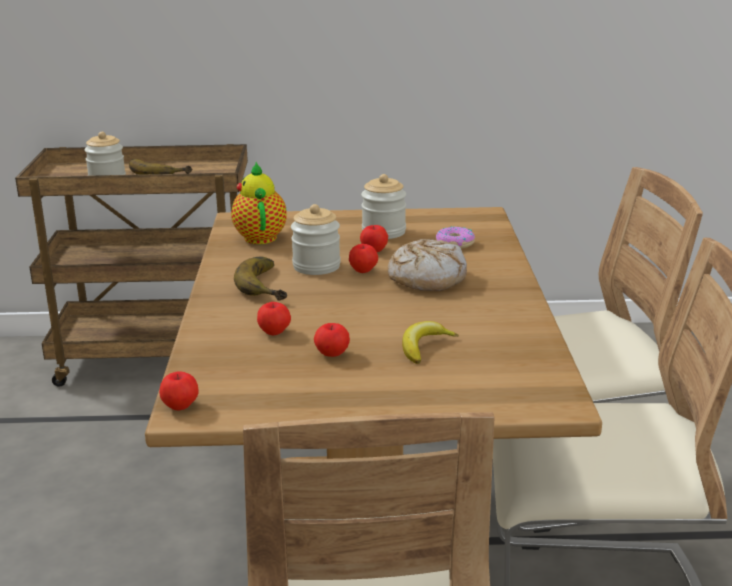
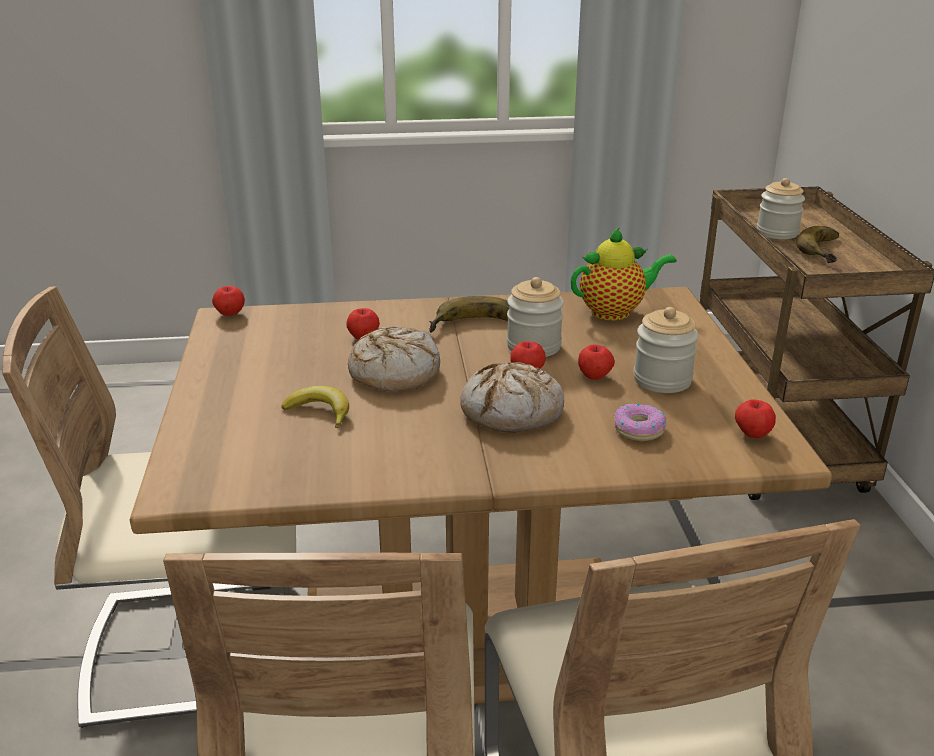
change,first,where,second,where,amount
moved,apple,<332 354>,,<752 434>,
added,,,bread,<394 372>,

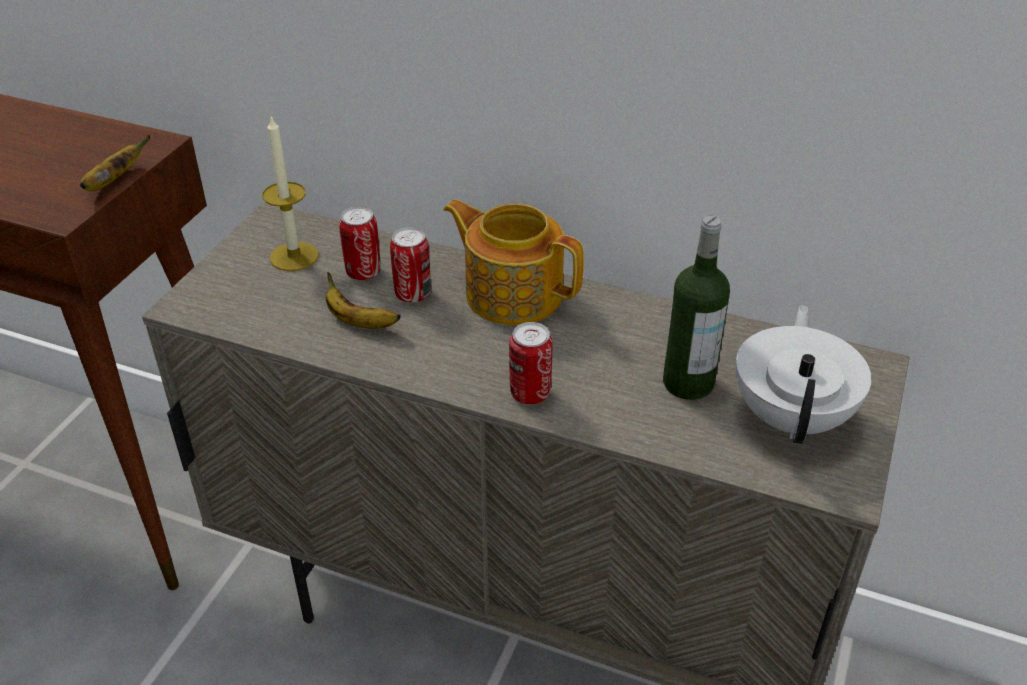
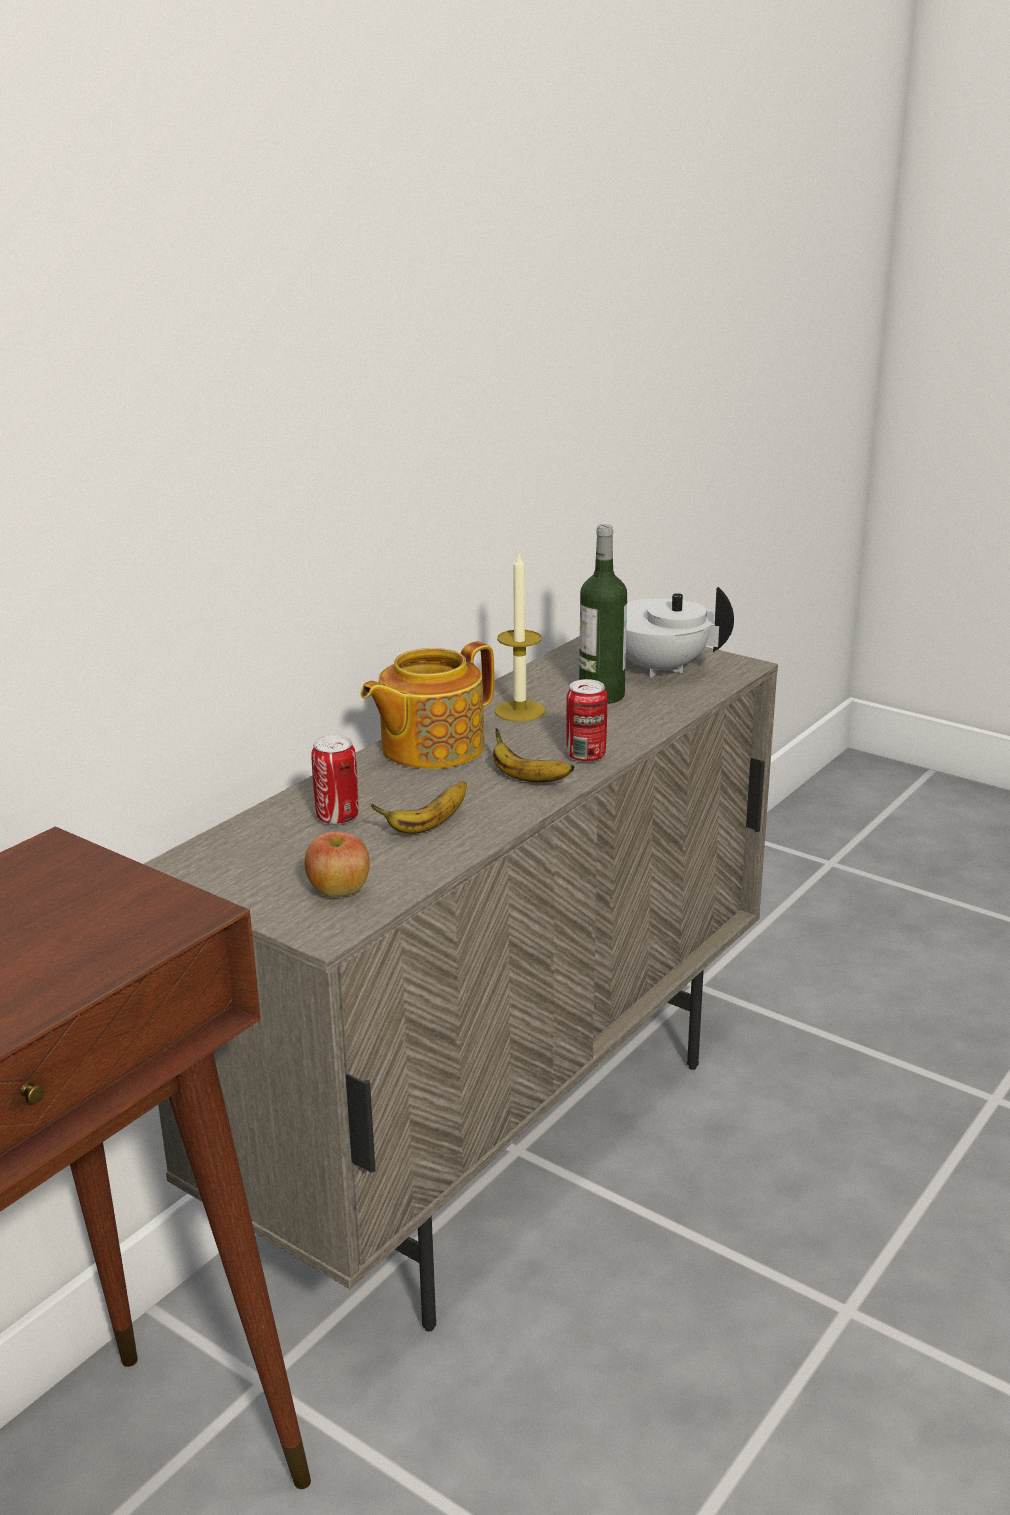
change,first,where,second,where,amount
moved,candle,<294 256>,,<520 711>,
moved,banana,<114 181>,,<527 778>,
removed,can,<413 294>,,,
added,,,apple,<339 892>,

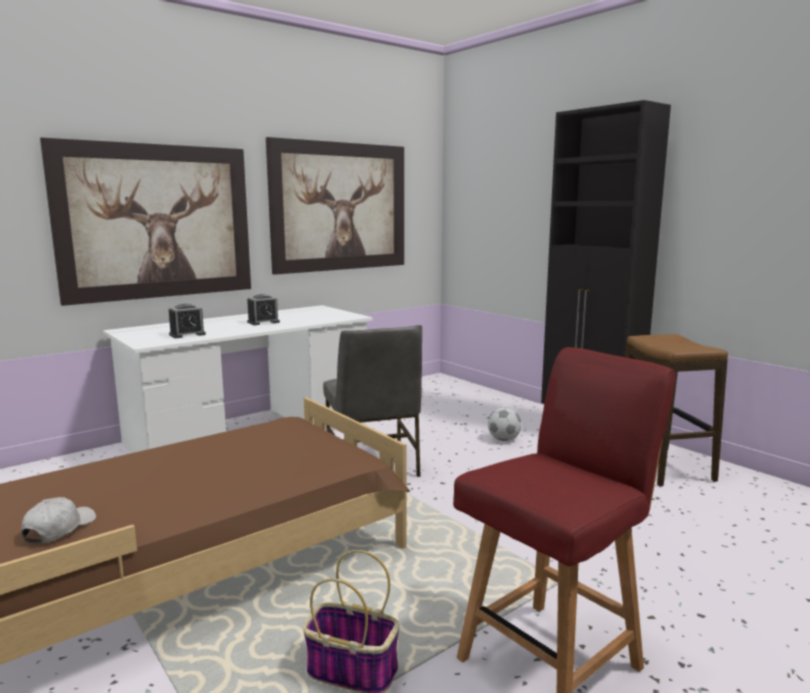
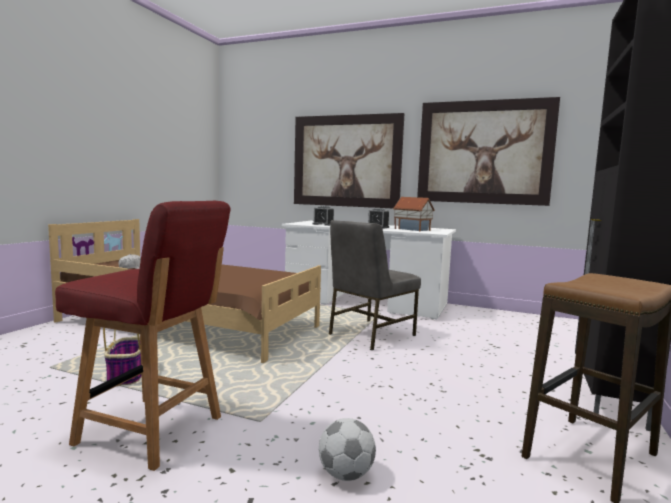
change,first,where,second,where,amount
moved,football,<503 439>,,<345 474>,
added,,,toy house,<412 229>,

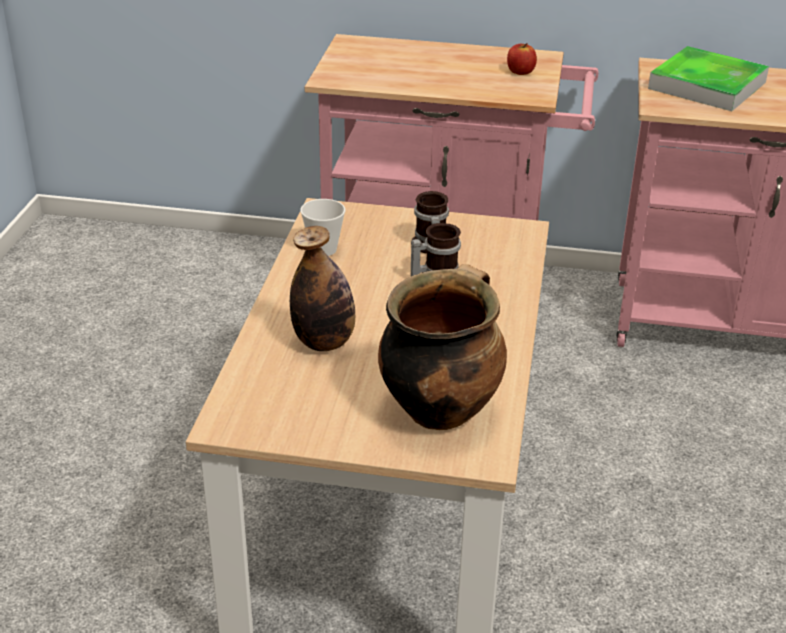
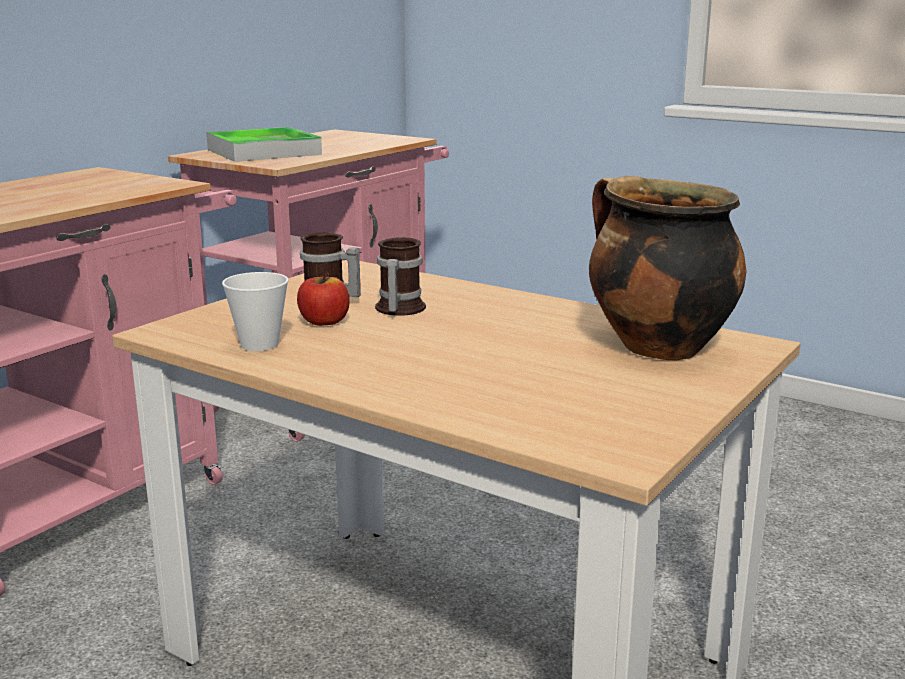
change,first,where,second,where,amount
moved,apple,<520 72>,,<324 322>,
removed,bottle,<324 342>,,,

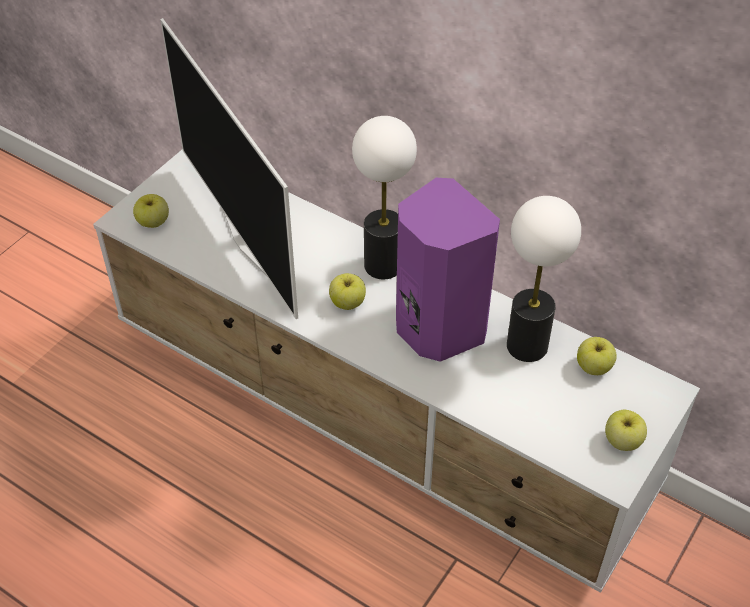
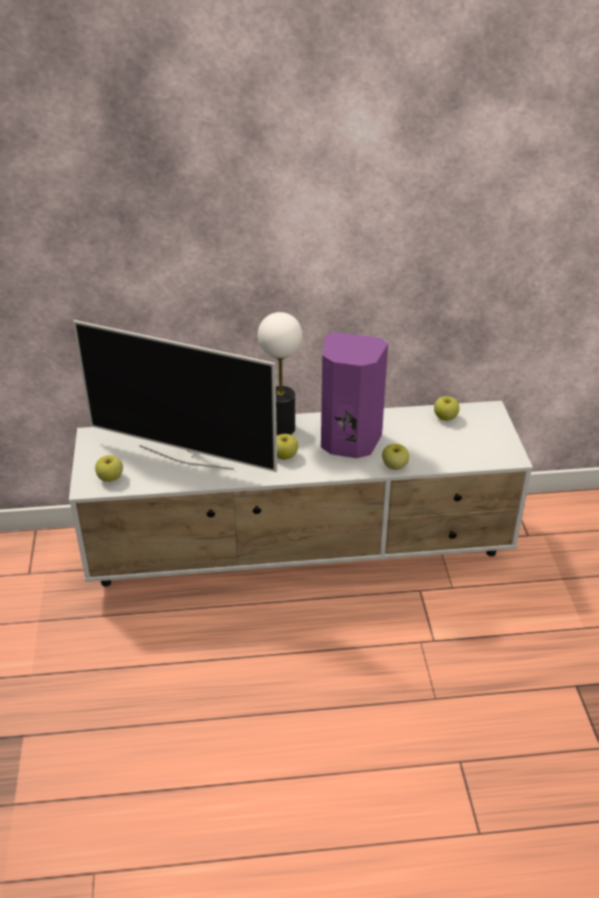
change,first,where,second,where,amount
removed,table lamp,<527 346>,,,
moved,apple,<622 441>,,<394 466>,

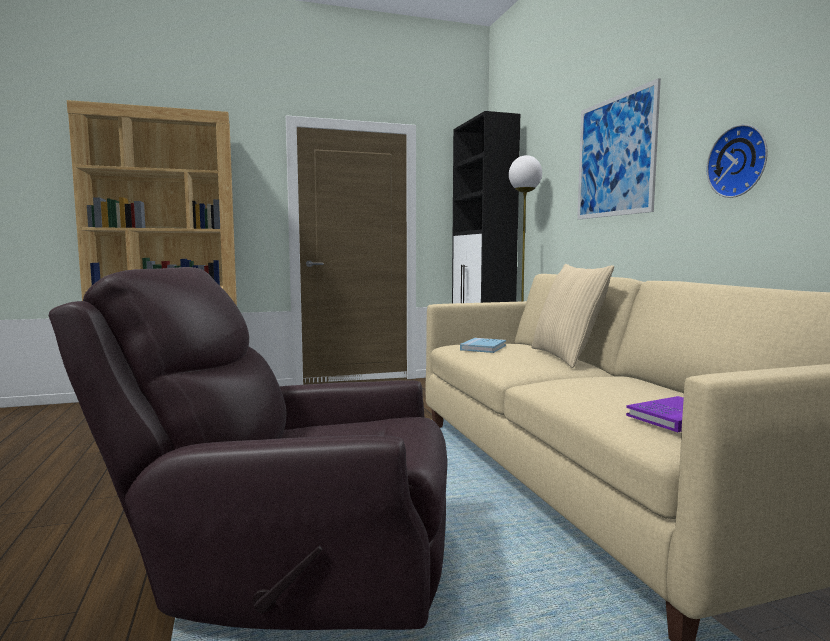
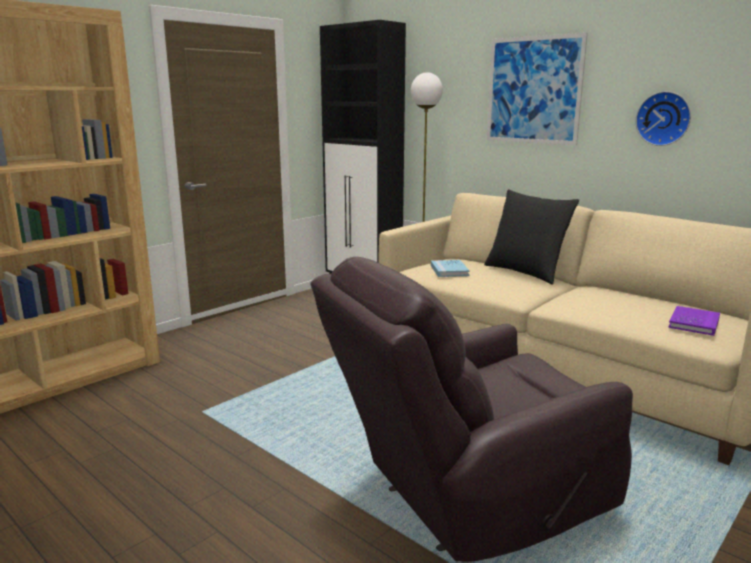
change,first,where,second,where,amount
recoloured,pillow/beige,<567 357>,pillow/black,<526 272>,

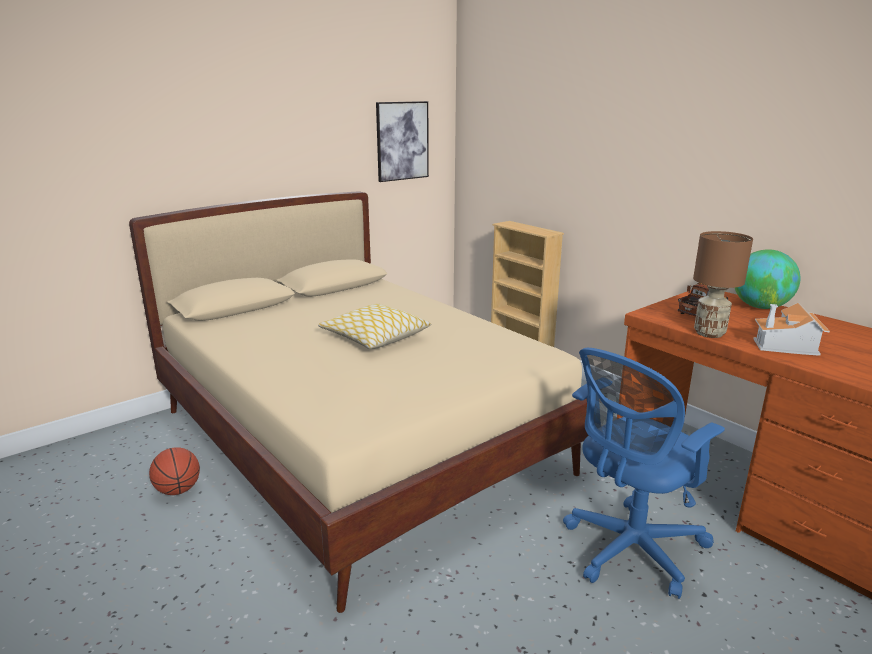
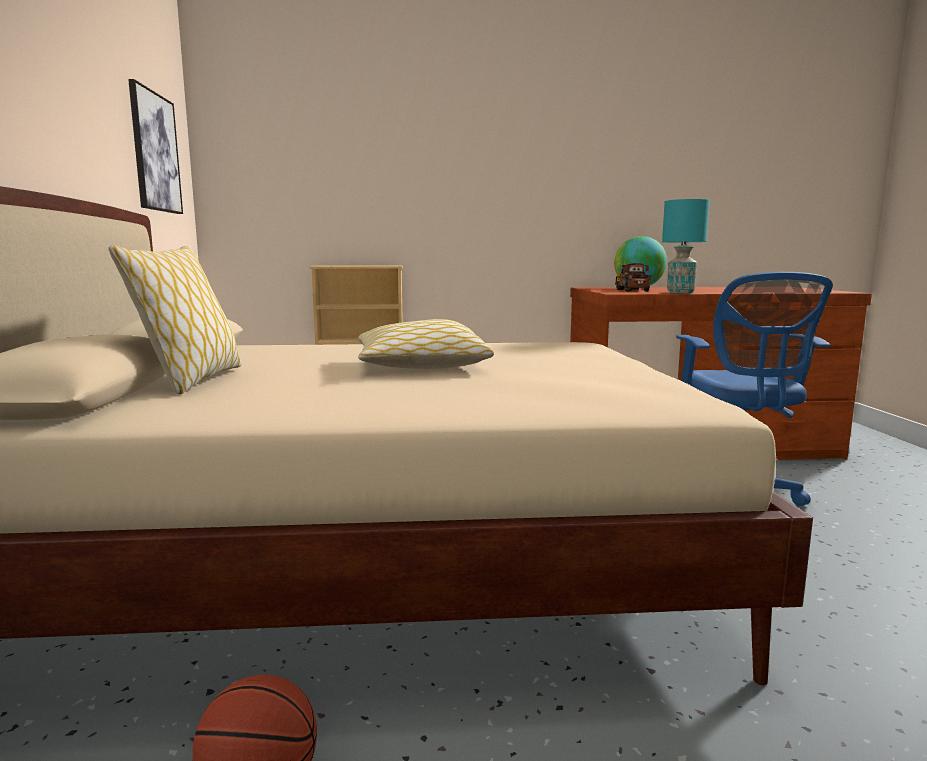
change,first,where,second,where,amount
recoloured,table lamp/brown,<708 333>,table lamp/turquoise,<679 293>,
removed,toy house,<787 345>,,,
added,,,pillow,<192 380>,

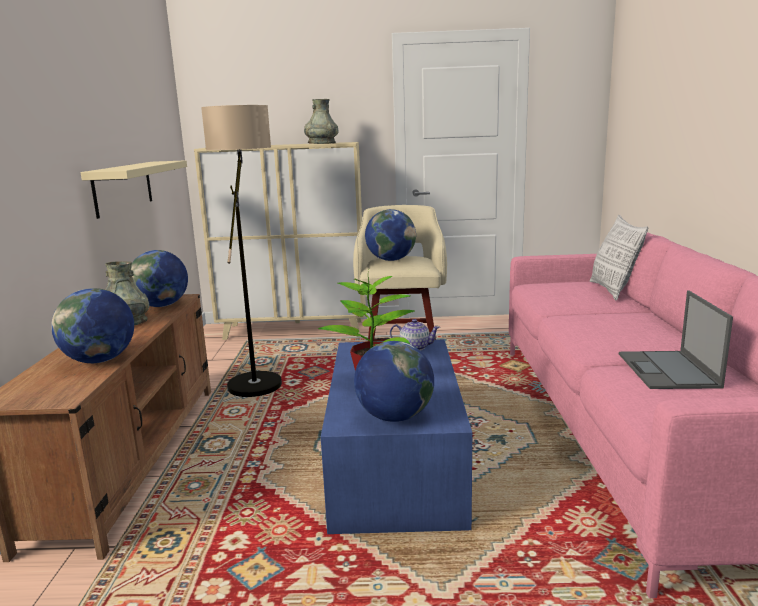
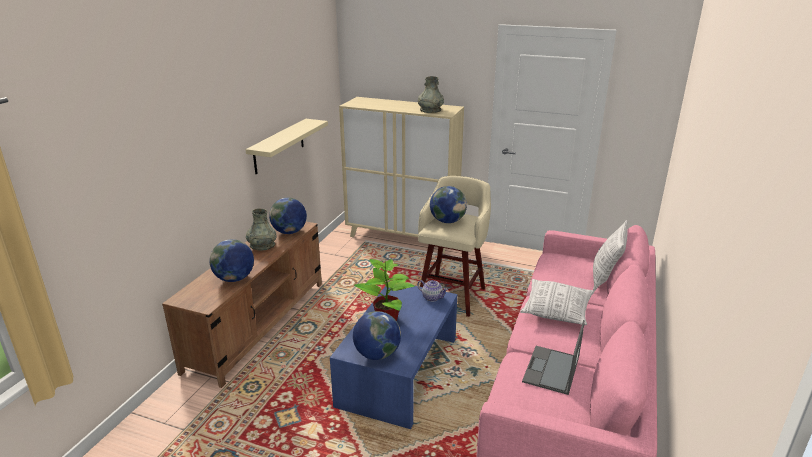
change,first,where,second,where,amount
removed,floor lamp,<258 377>,,,
added,,,pillow,<556 311>,

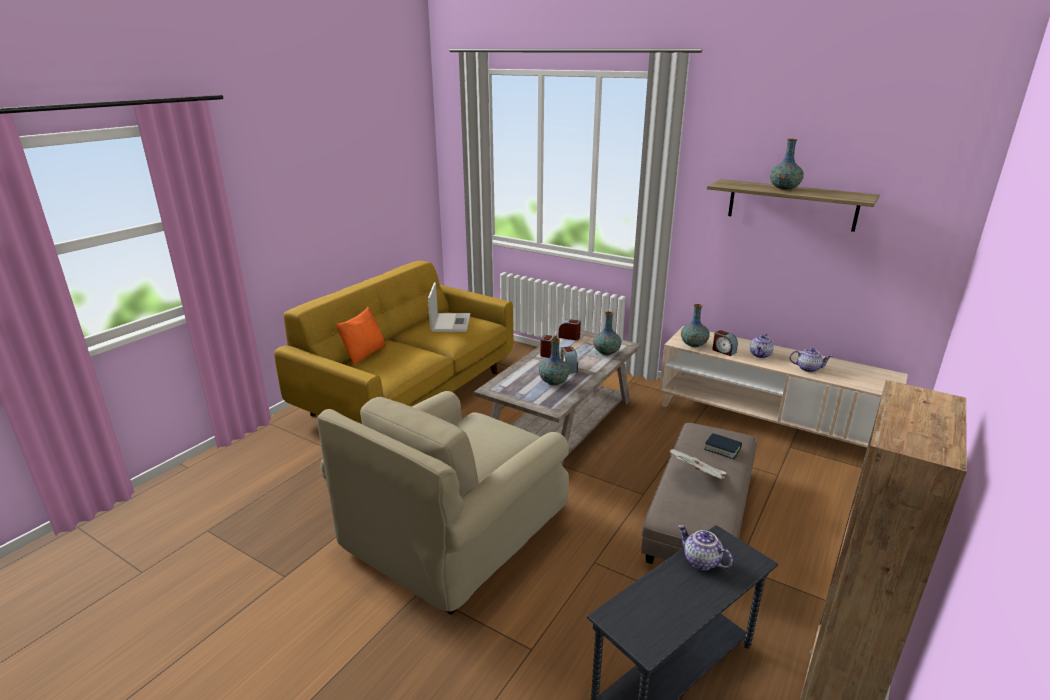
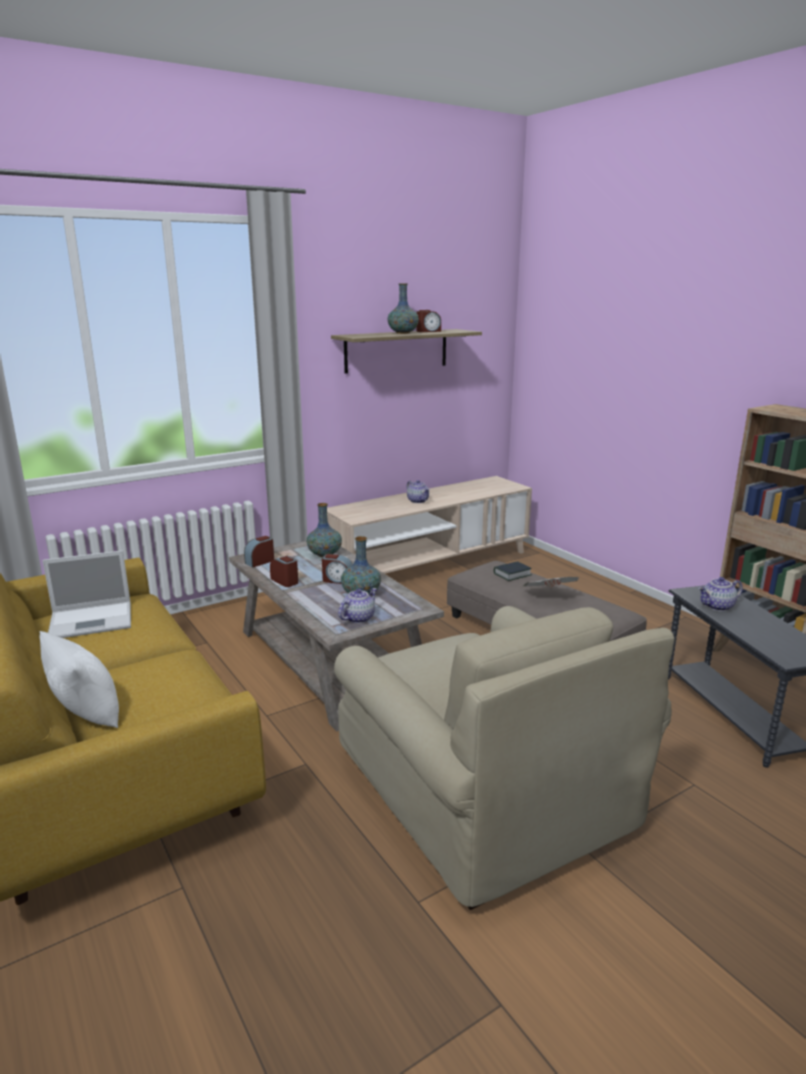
change,first,where,second,where,amount
turned,laptop,<450 322>,,<93 620>,135 degrees clockwise
removed,vase,<693 345>,,,
recoloured,pillow/orange,<365 354>,pillow/white,<87 713>,
moved,alarm clock,<723 351>,,<428 331>,
moved,teapot,<808 368>,,<358 618>,

